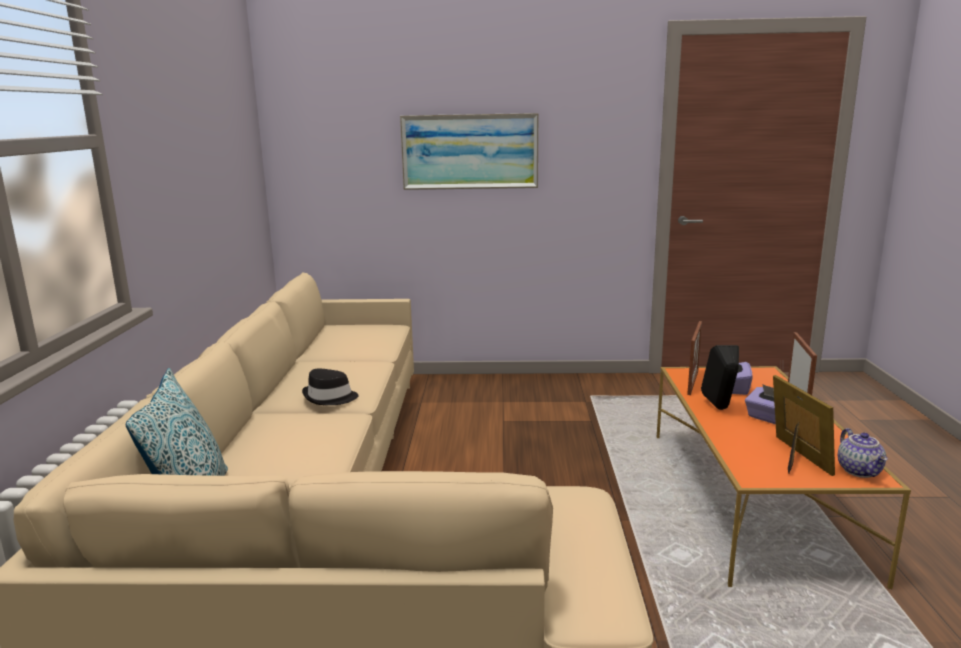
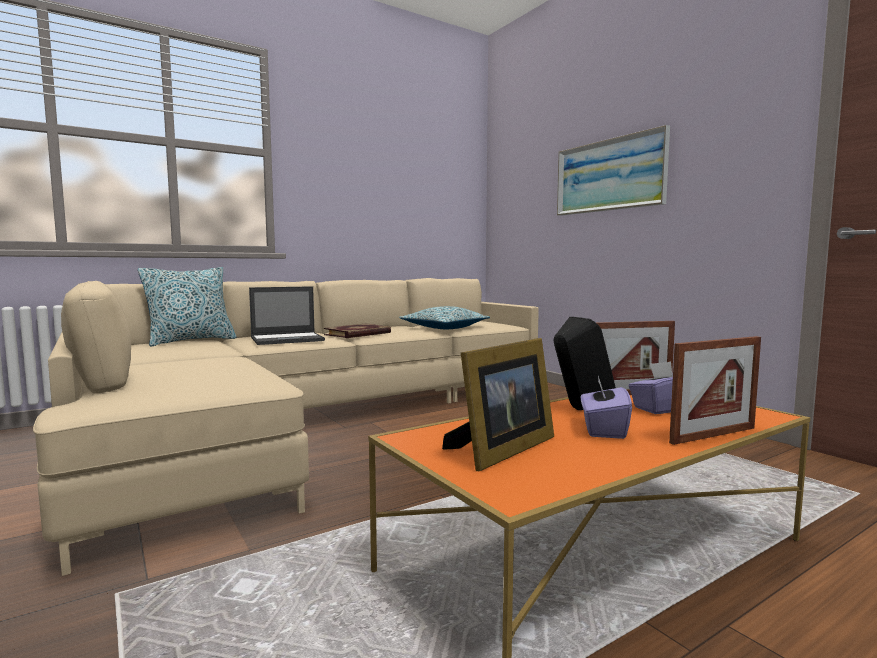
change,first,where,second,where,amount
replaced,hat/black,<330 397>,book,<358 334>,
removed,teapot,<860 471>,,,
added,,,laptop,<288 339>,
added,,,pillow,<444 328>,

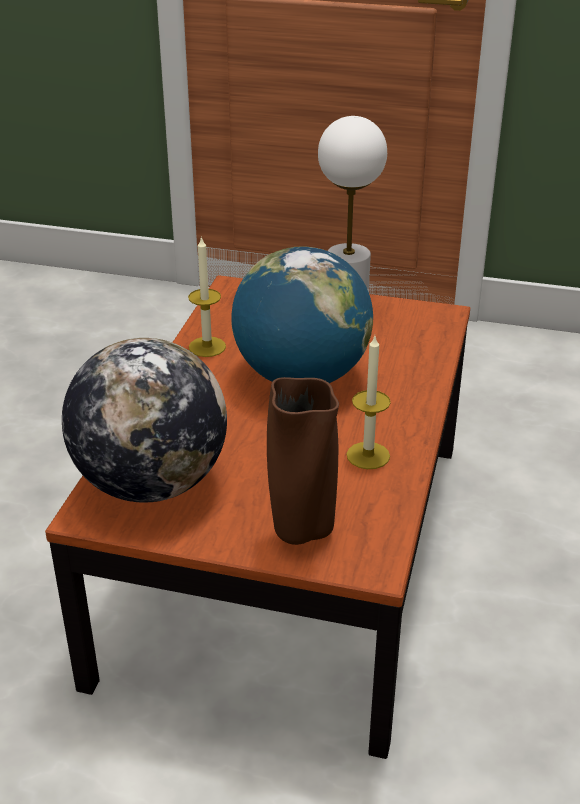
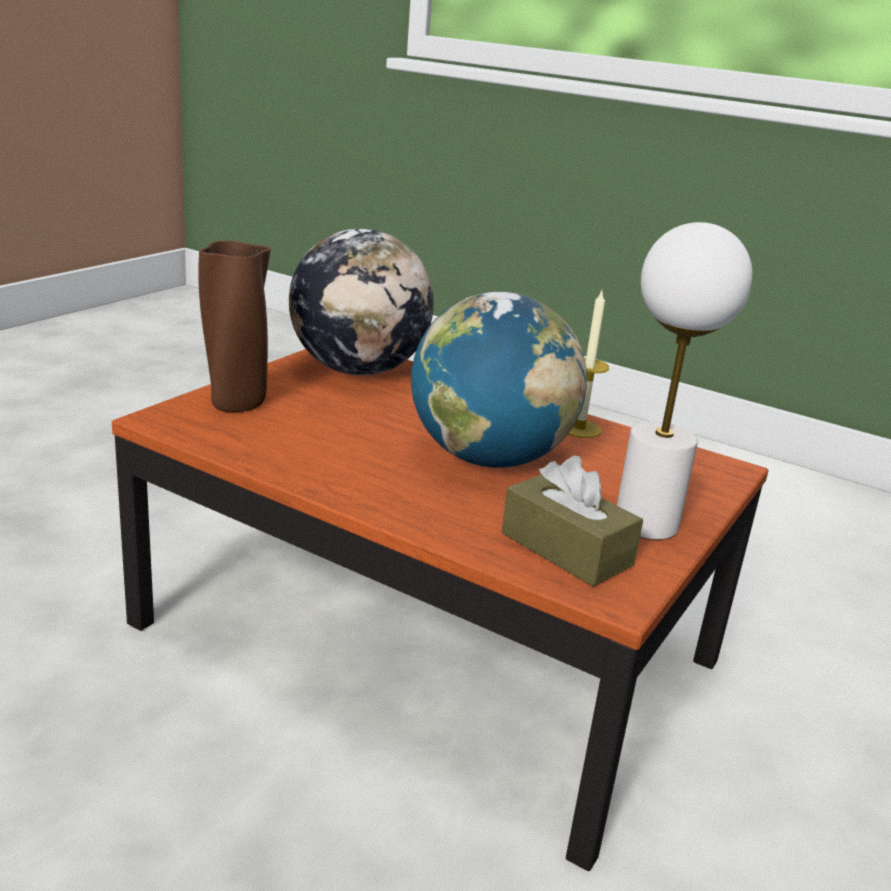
change,first,where,second,where,amount
removed,candle,<368 455>,,,
added,,,tissue box/brown,<566 549>,

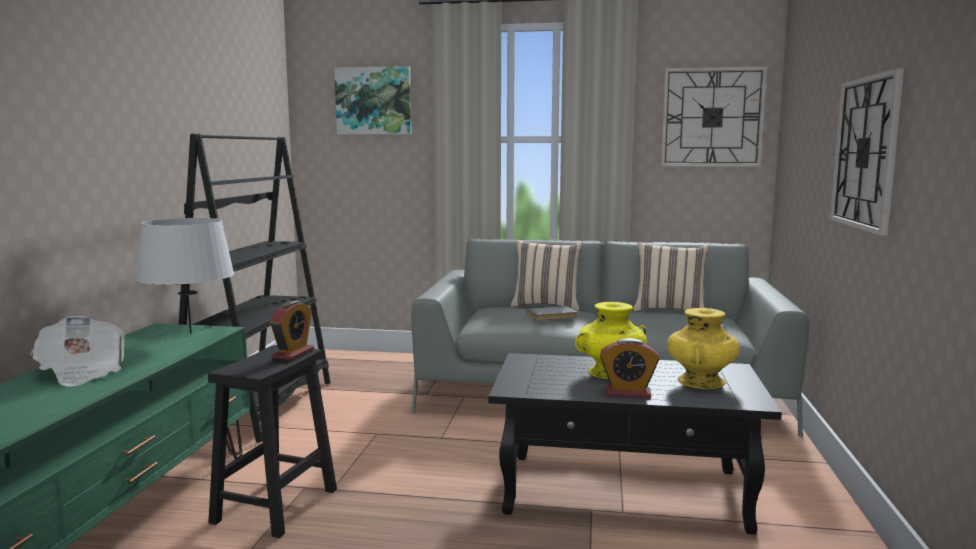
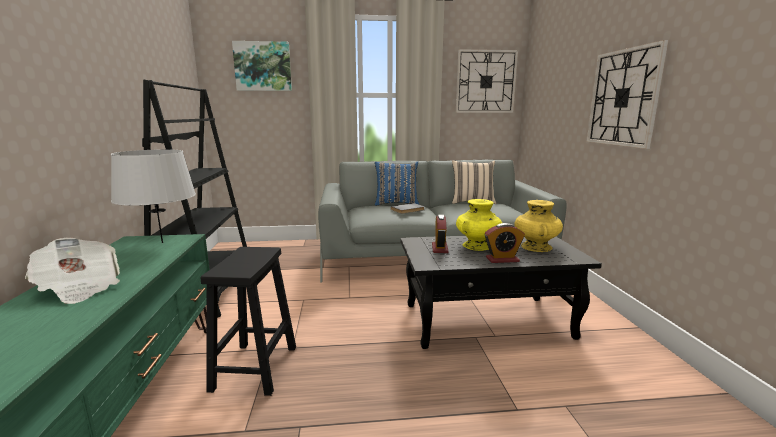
change,first,where,second,where,amount
recoloured,pillow/beige,<546 305>,pillow/blue,<396 203>,
moved,alarm clock,<293 353>,,<439 248>,

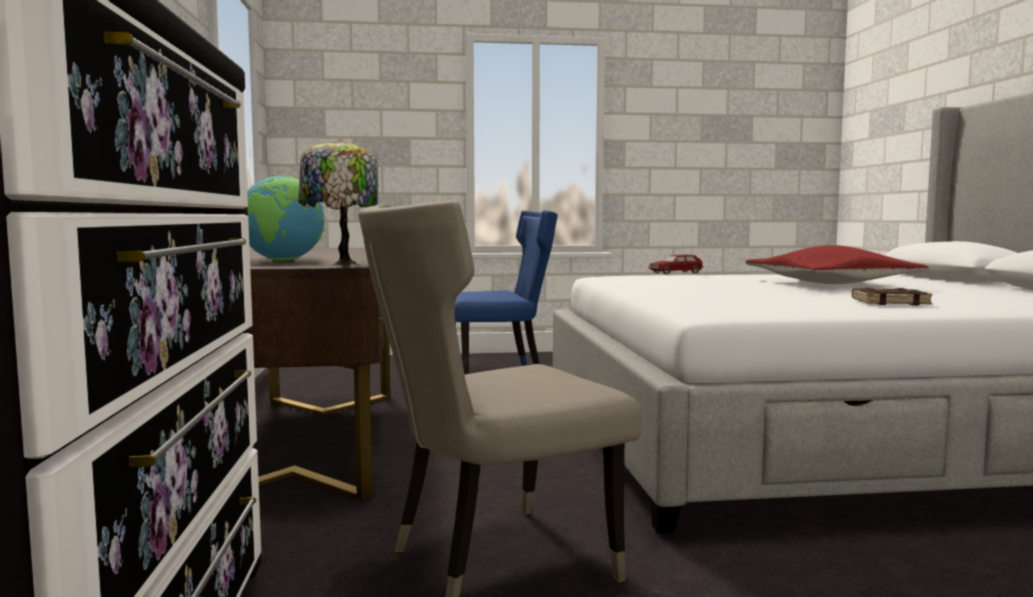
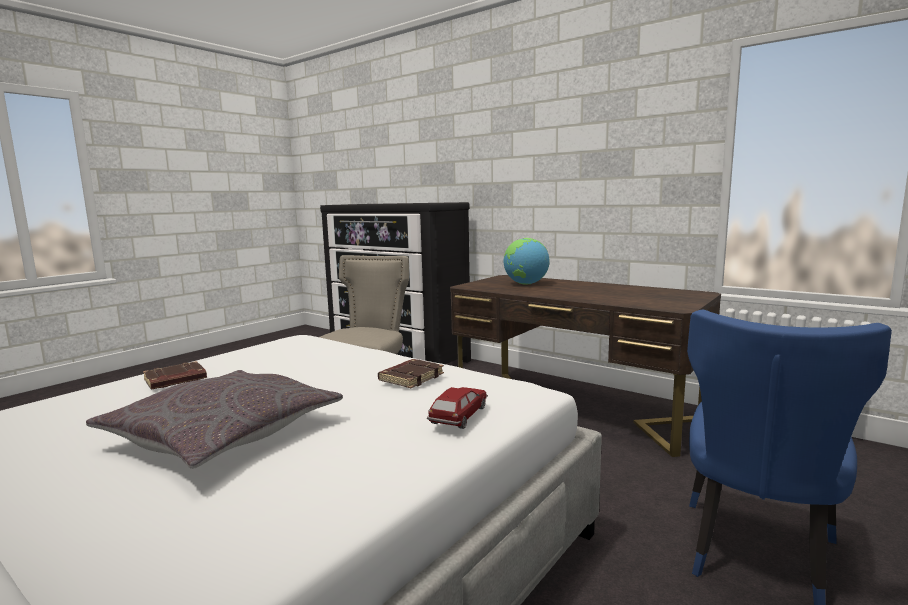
change,first,where,second,where,amount
removed,table lamp,<342 265>,,,
recoloured,pillow/red,<830 283>,pillow/grey,<223 433>,
added,,,book/brown,<411 377>,

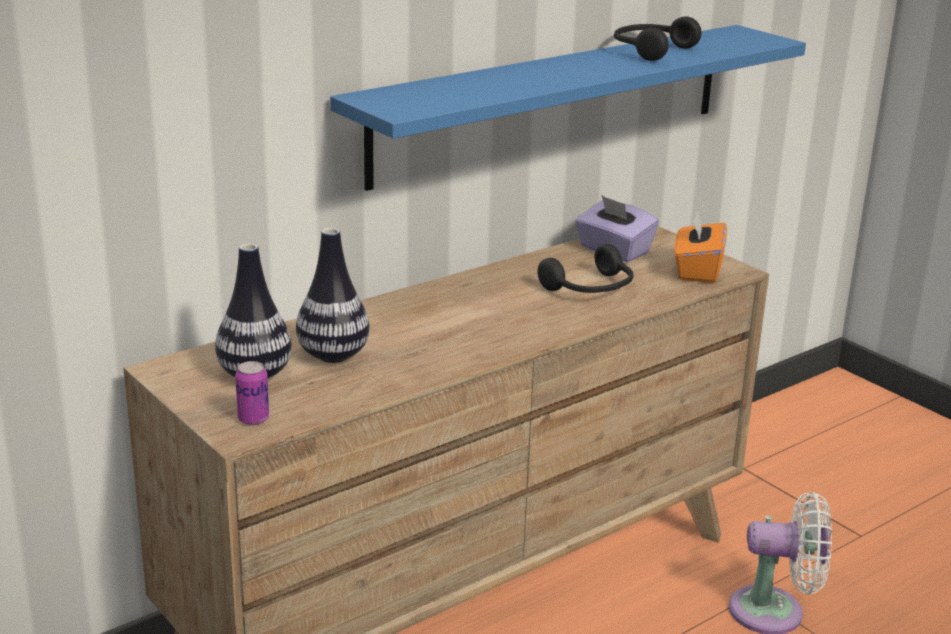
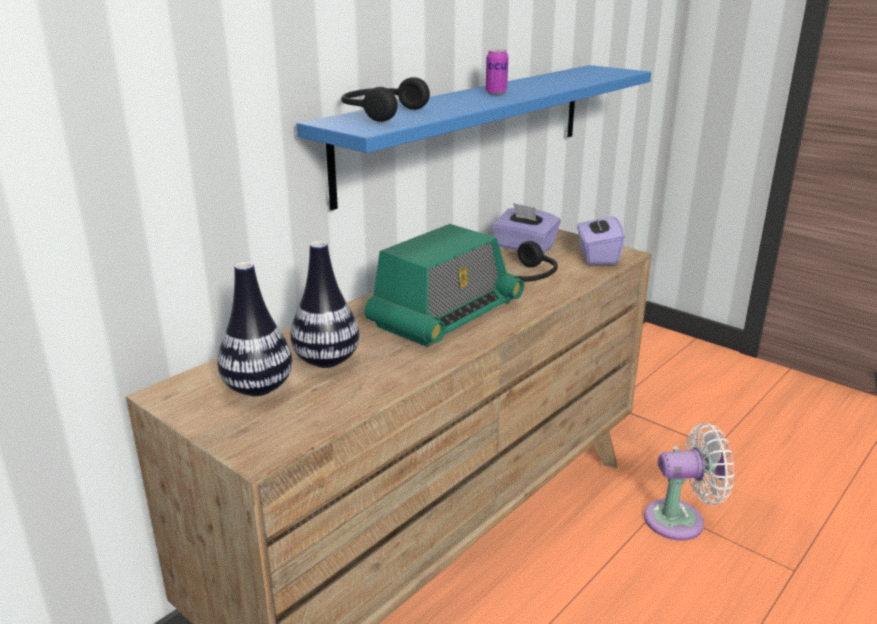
change,first,where,second,where,amount
moved,headphones/black,<650 51>,,<380 113>,
recoloured,tissue box/orange,<697 270>,tissue box/purple,<597 256>,
moved,can,<253 419>,,<496 93>,
added,,,radio,<445 314>,

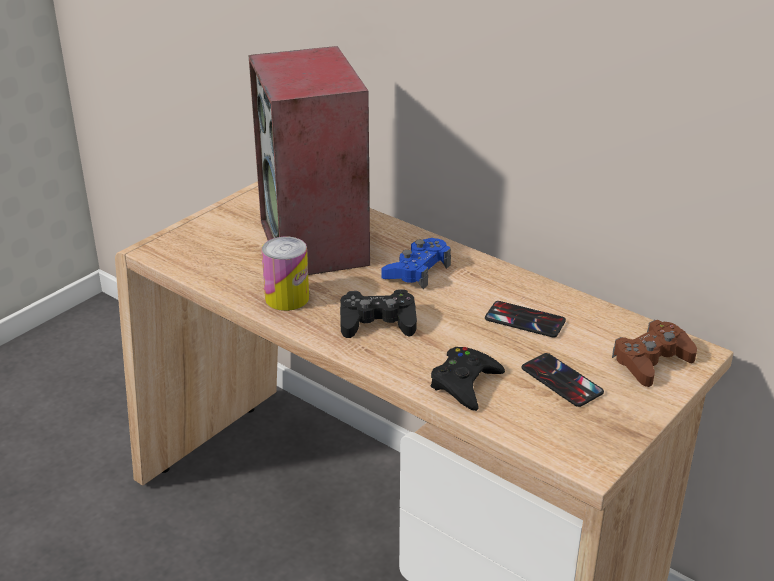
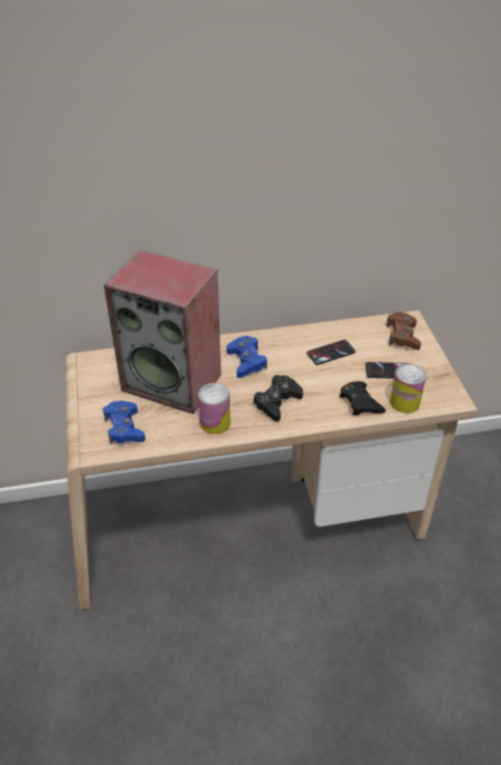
change,first,where,second,where,amount
added,,,can,<404 402>,
added,,,game controller/blue,<124 428>,

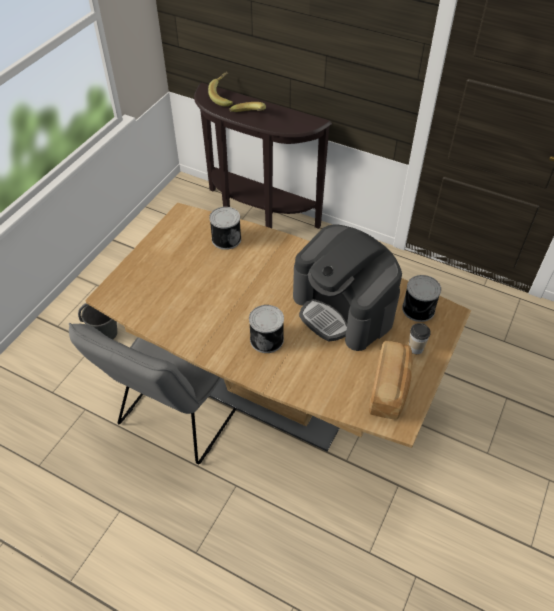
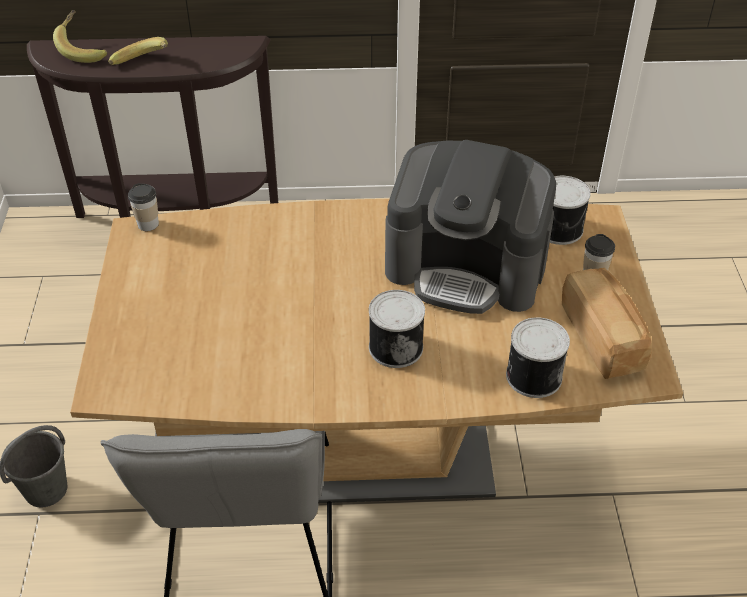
change,first,where,second,where,amount
moved,can,<226 238>,,<532 375>,
added,,,cup,<148 224>,

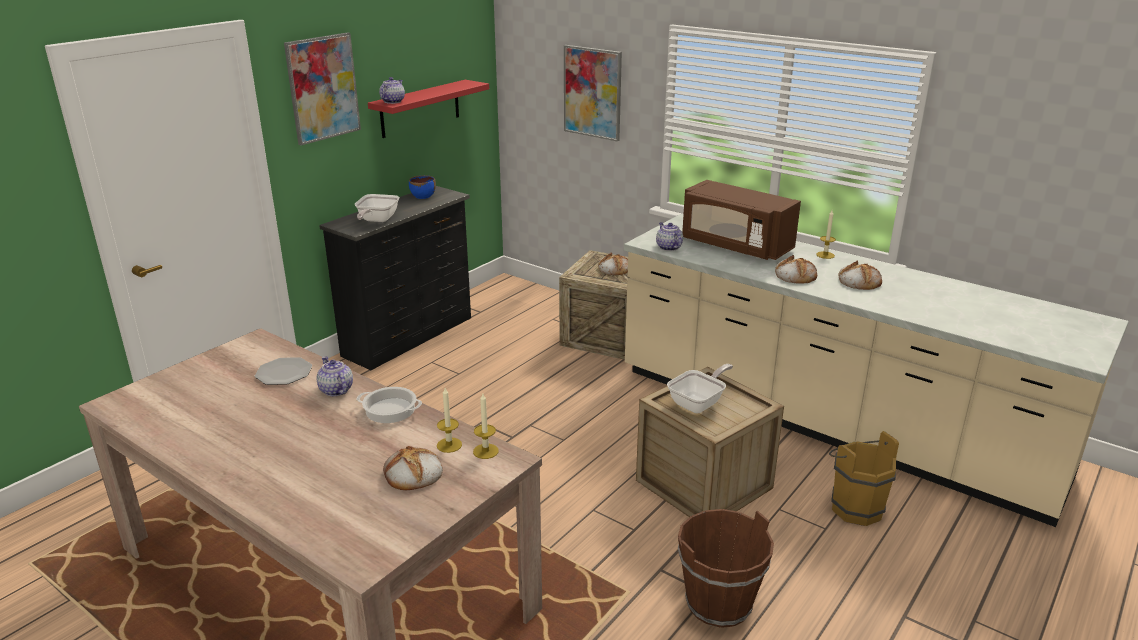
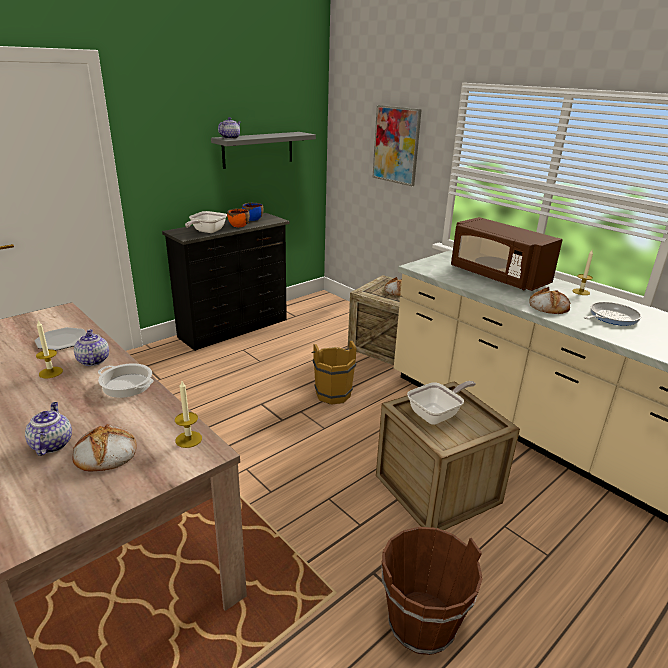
change,first,where,second,where,amount
removed,picture,<323 88>,,,
recoloured,shelf/red,<420 108>,shelf/grey,<258 149>,
moved,teapot,<668 247>,,<51 444>,
replaced,bread,<858 281>,frying pan,<611 317>,
moved,candle,<449 445>,,<51 372>,
moved,bucket/brown,<853 506>,,<332 393>,
added,,,bowl/orange,<239 225>,

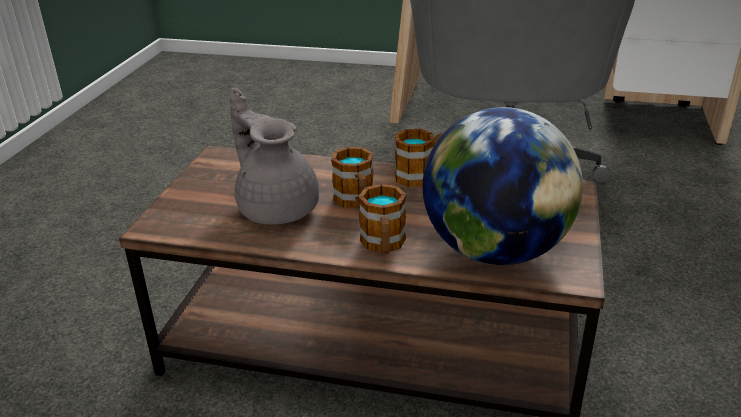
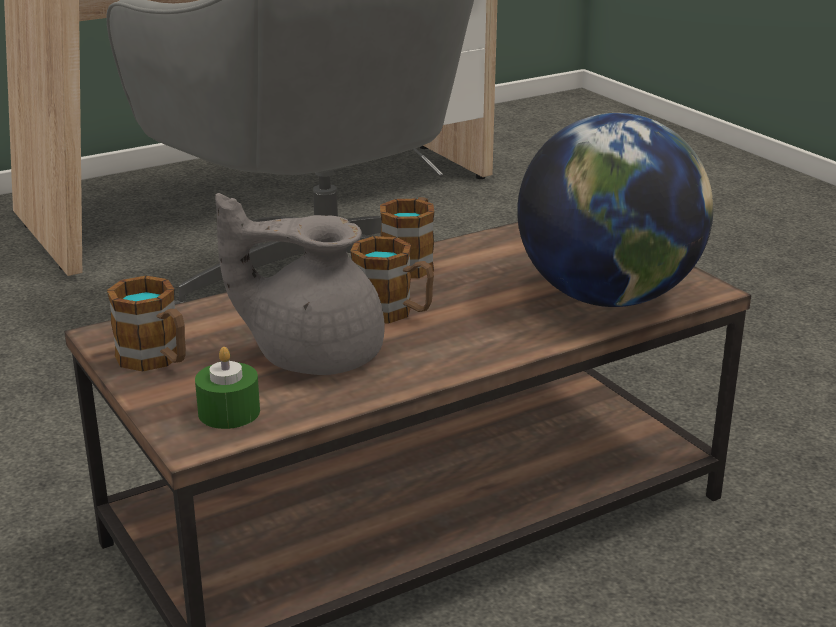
change,first,where,second,where,amount
moved,mug,<383 245>,,<156 360>,
added,,,candle/green,<229 412>,

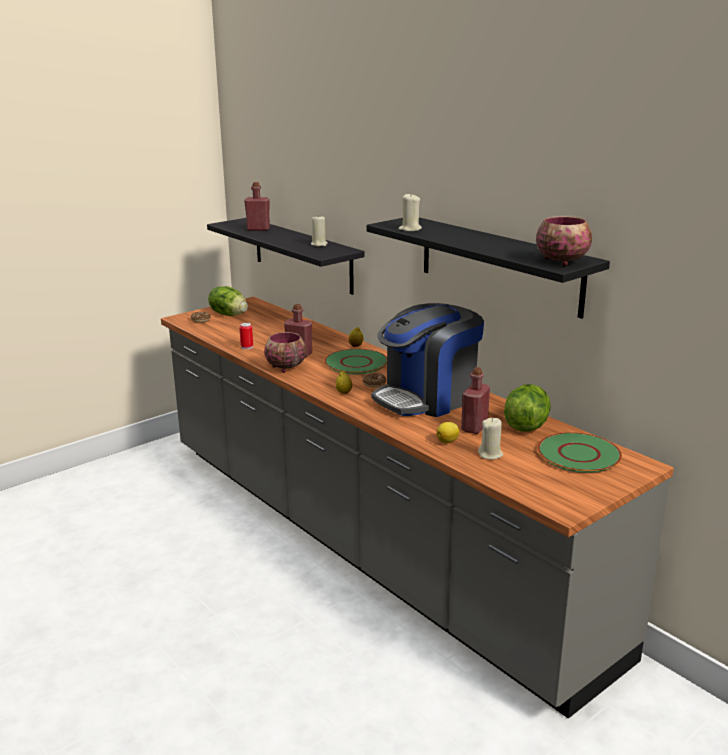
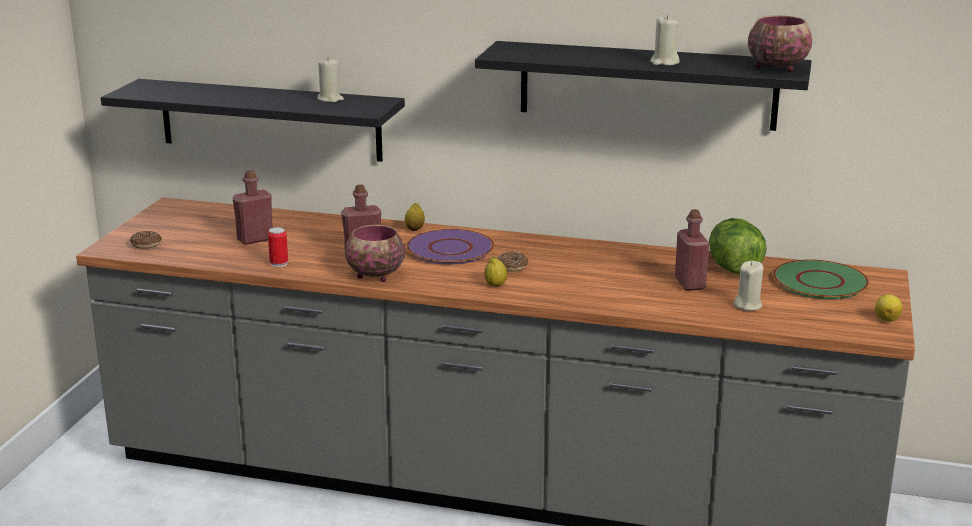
change,first,where,second,where,amount
moved,bottle/red,<258 229>,,<255 239>,
moved,candle/beige,<410 229>,,<664 62>,
removed,lettuce,<229 314>,,,
removed,coffee machine,<427 398>,,,
recoloured,plate/green,<356 363>,plate/purple,<449 249>,
moved,lemon,<448 441>,,<887 319>,

